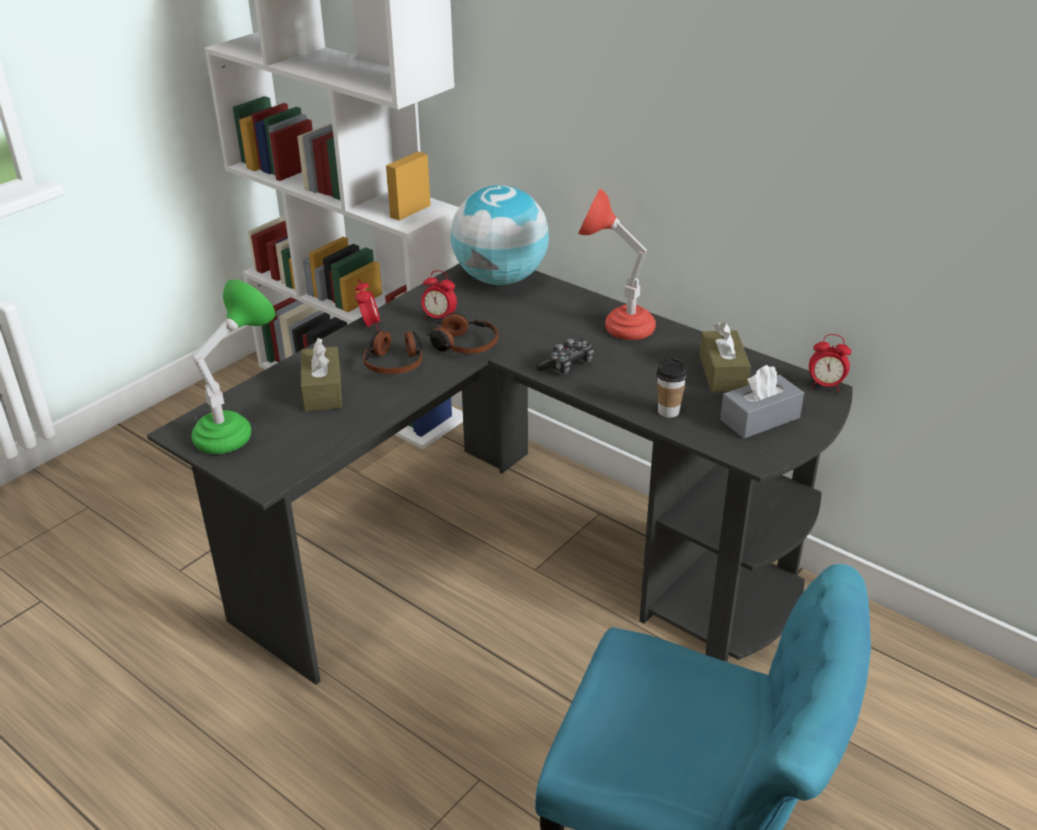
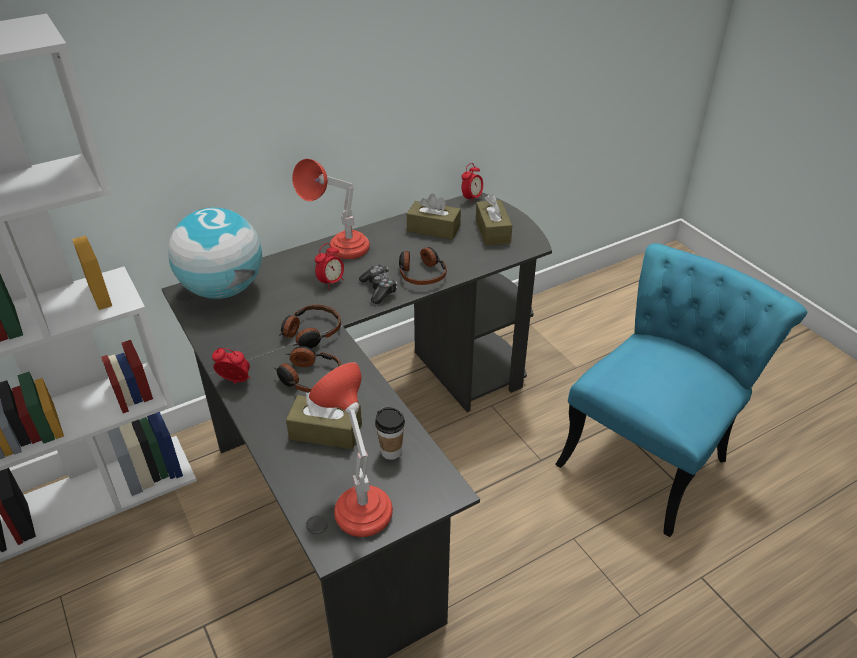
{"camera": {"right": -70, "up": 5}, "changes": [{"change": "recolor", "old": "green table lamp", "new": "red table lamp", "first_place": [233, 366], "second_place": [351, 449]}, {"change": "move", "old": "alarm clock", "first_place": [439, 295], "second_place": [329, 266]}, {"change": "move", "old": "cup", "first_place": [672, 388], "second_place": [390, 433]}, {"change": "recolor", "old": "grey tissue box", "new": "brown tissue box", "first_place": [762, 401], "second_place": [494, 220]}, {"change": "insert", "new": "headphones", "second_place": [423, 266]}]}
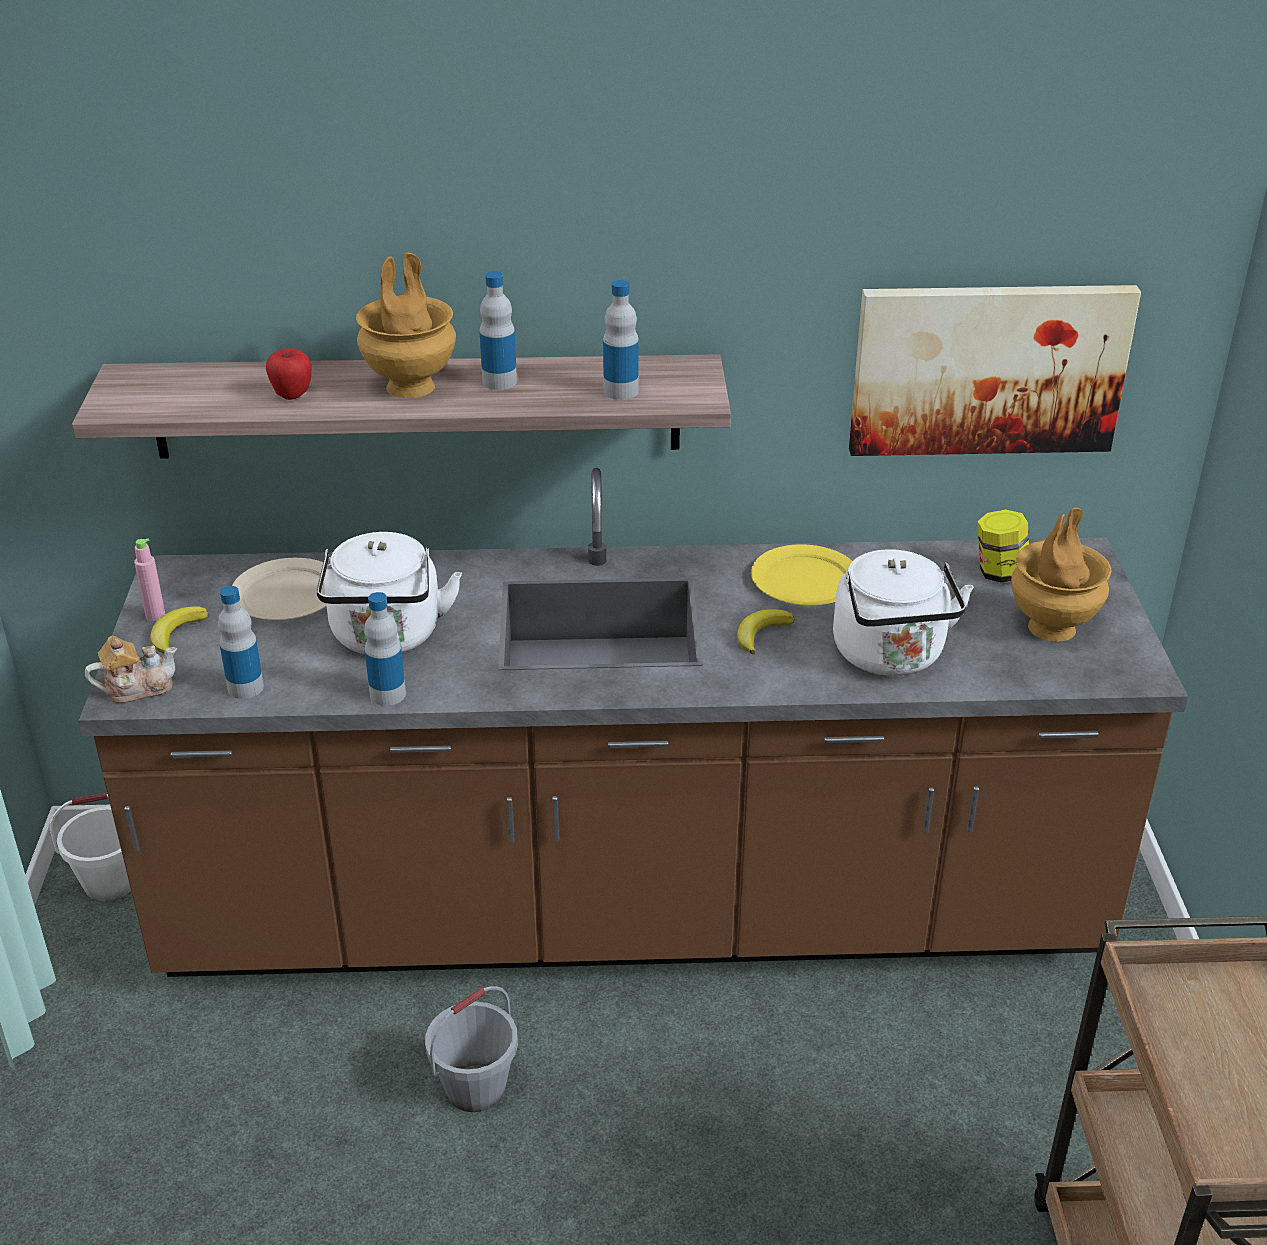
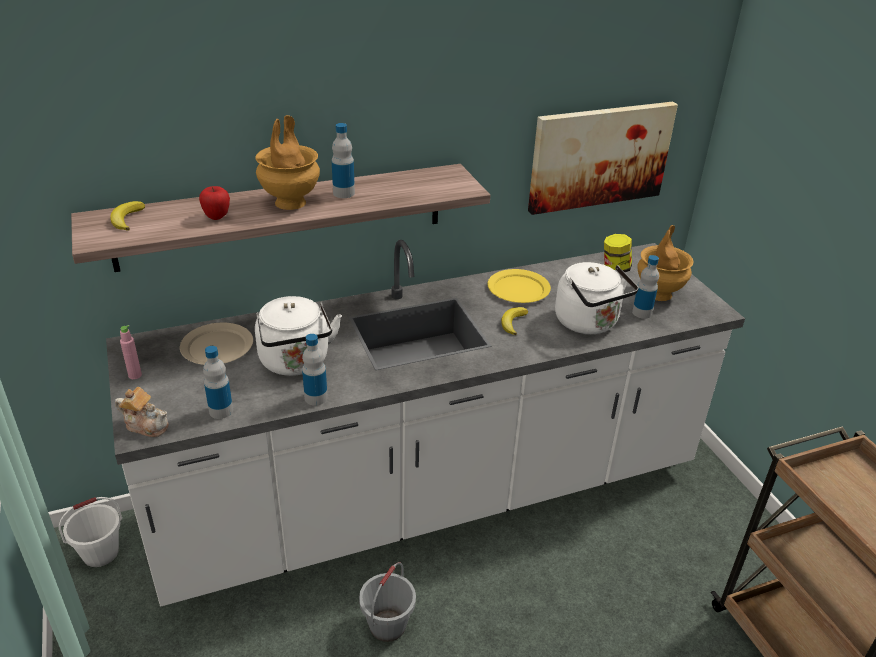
{"camera": {"right": -20, "up": 0}, "changes": [{"change": "recolor", "old": "brown counter", "new": "white counter", "first_place": [633, 722], "second_place": [425, 423]}, {"change": "rotate", "old": "teapot", "first_place": [131, 669], "second_place": [142, 412], "degrees": 60}, {"change": "move", "old": "banana", "first_place": [179, 629], "second_place": [128, 215]}, {"change": "move", "old": "bottle", "first_place": [621, 340], "second_place": [645, 287]}]}
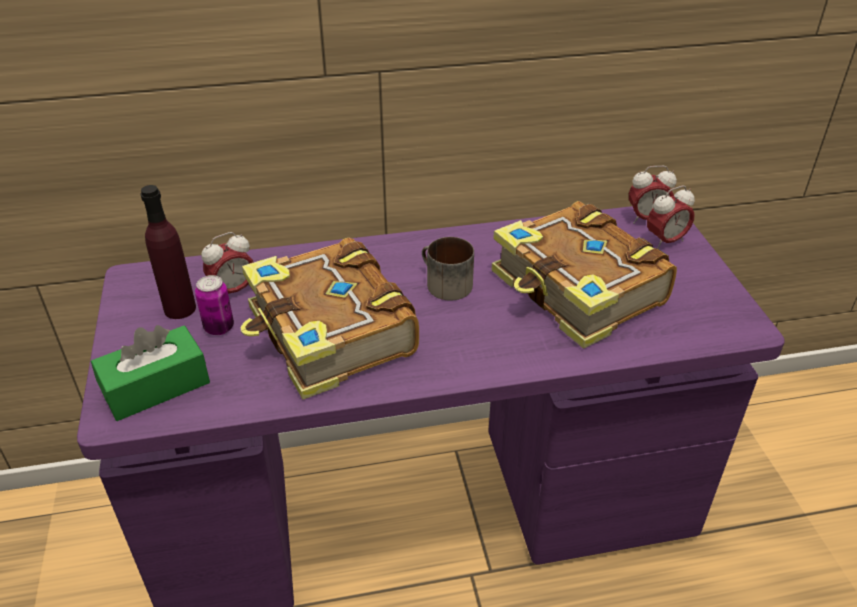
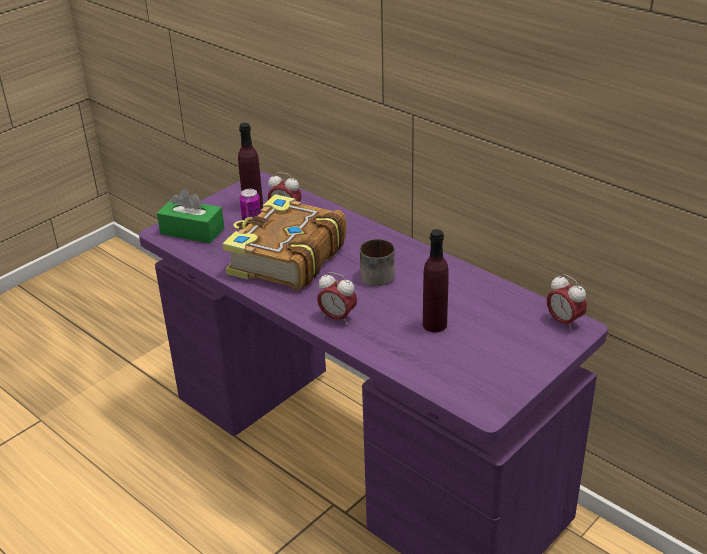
{"camera": {"right": 55, "up": -5}, "changes": [{"change": "replace", "old": "book", "new": "purple bottle", "first_place": [584, 275], "second_place": [436, 280]}, {"change": "move", "old": "alarm clock", "first_place": [671, 217], "second_place": [337, 298]}]}
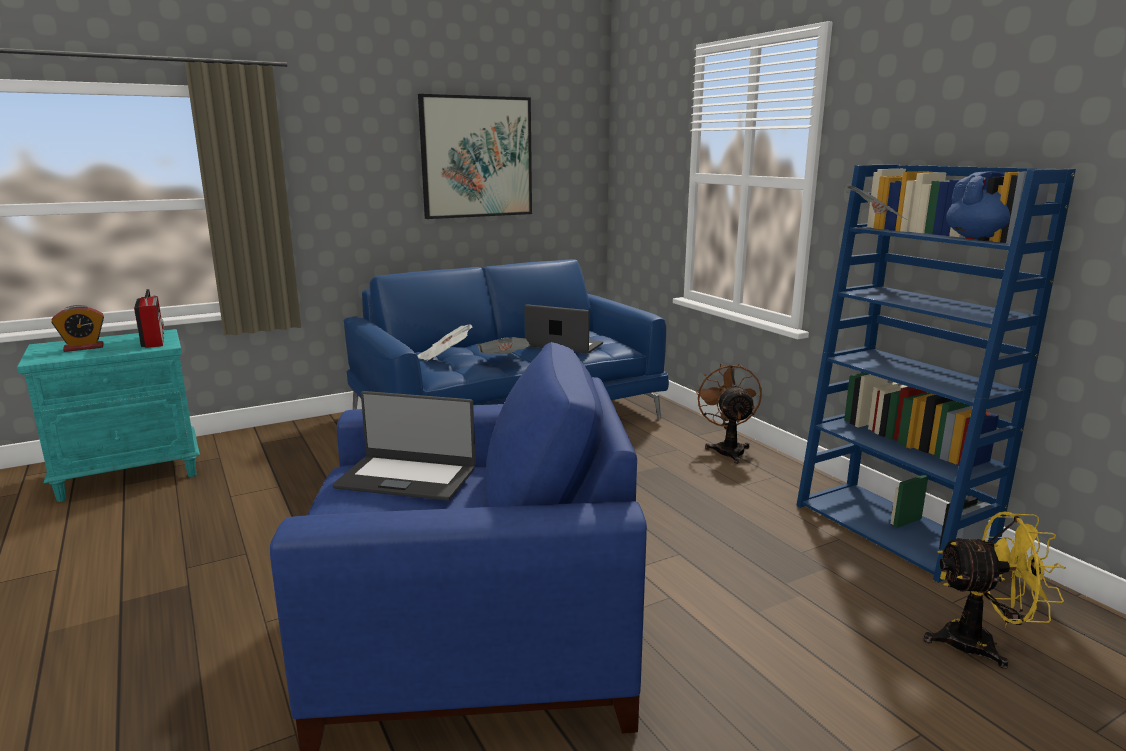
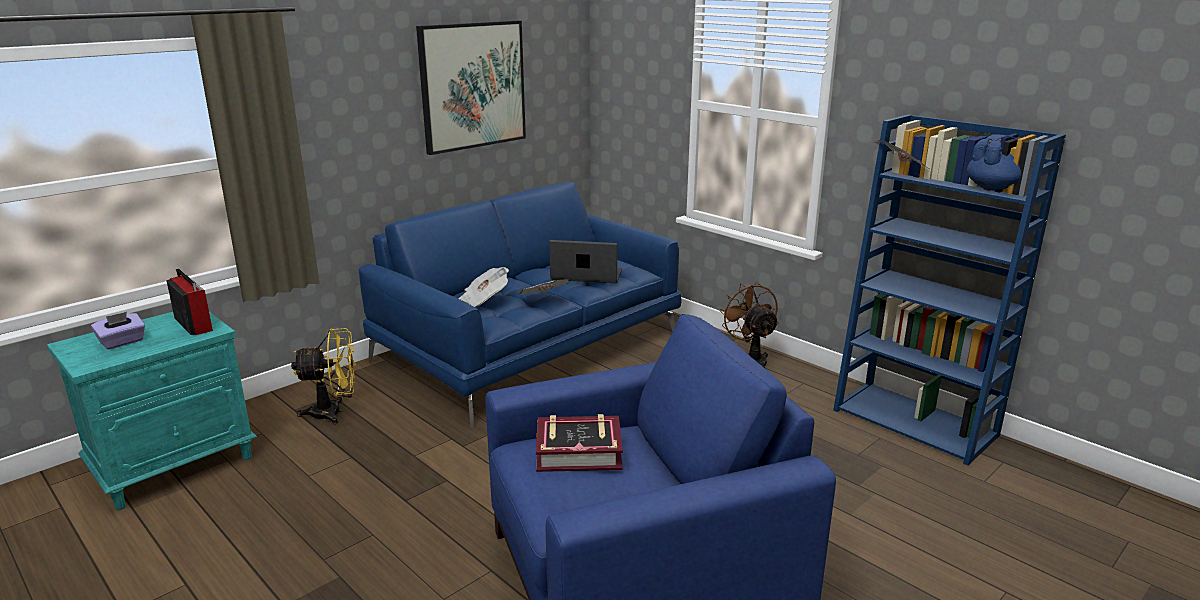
{"camera": {"right": -15, "up": 5}, "changes": [{"change": "replace", "old": "alarm clock", "new": "purple tissue box", "first_place": [77, 328], "second_place": [118, 331]}, {"change": "replace", "old": "laptop", "new": "book", "first_place": [404, 446], "second_place": [579, 443]}, {"change": "move", "old": "yellow fan", "first_place": [995, 590], "second_place": [323, 376]}]}
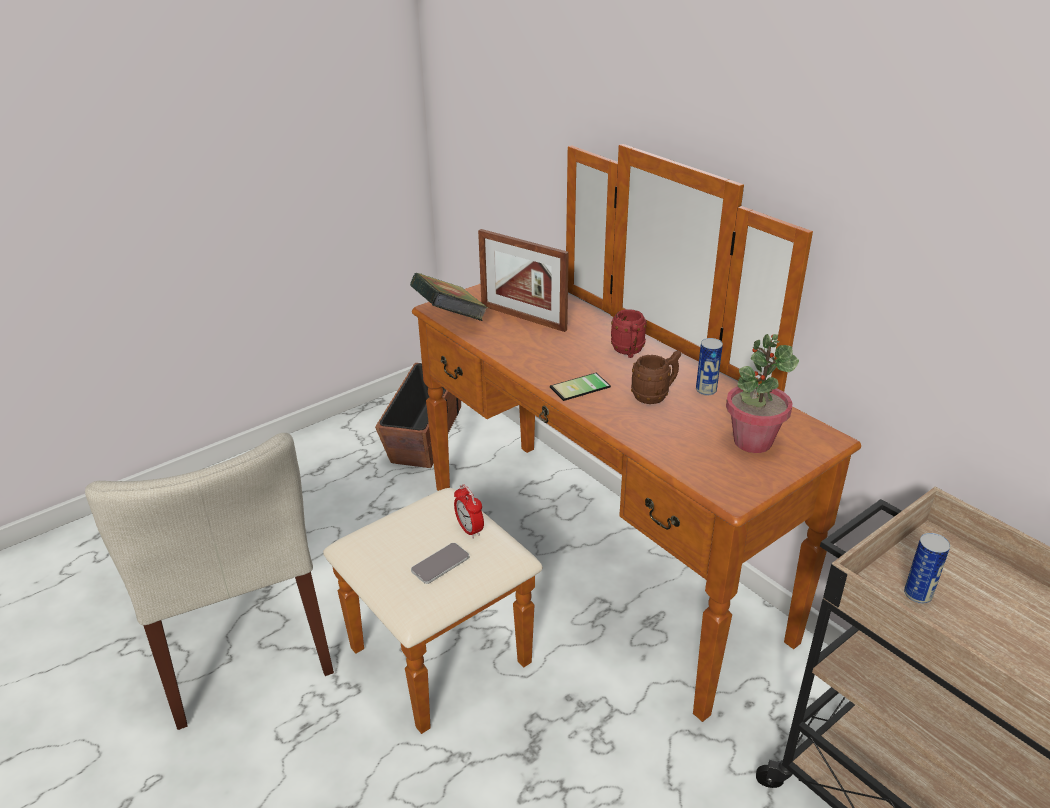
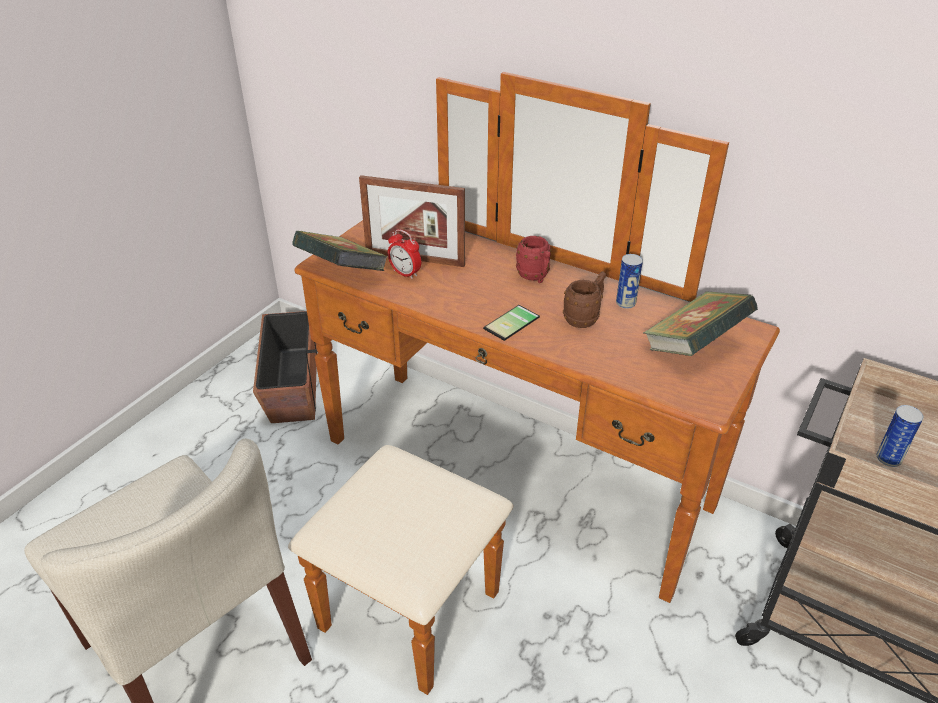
{"camera": {"right": -20, "up": 5}, "changes": [{"change": "delete", "old": "phone", "first_place": [440, 563]}, {"change": "move", "old": "alarm clock", "first_place": [469, 511], "second_place": [404, 254]}, {"change": "replace", "old": "potted plant", "new": "book", "first_place": [762, 393], "second_place": [700, 323]}]}
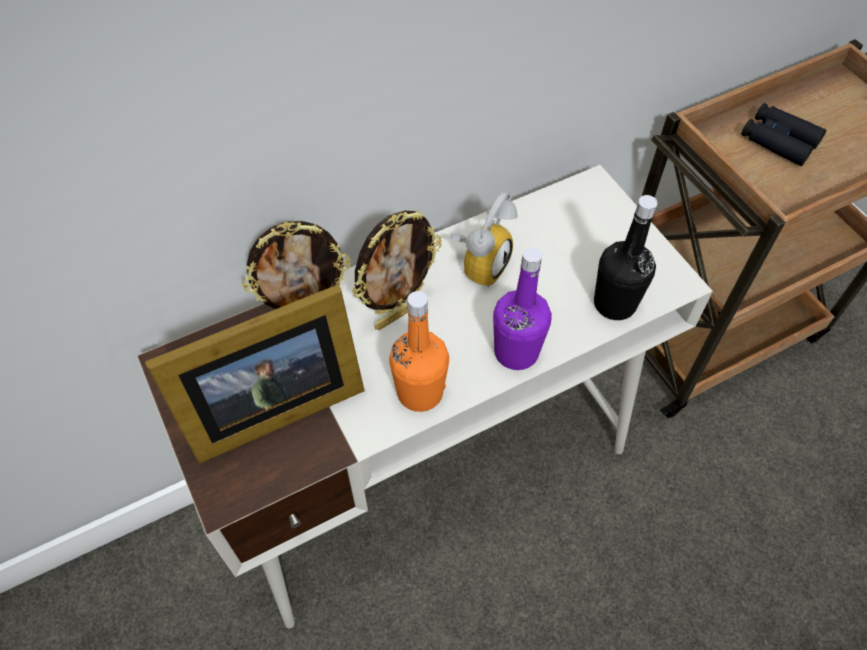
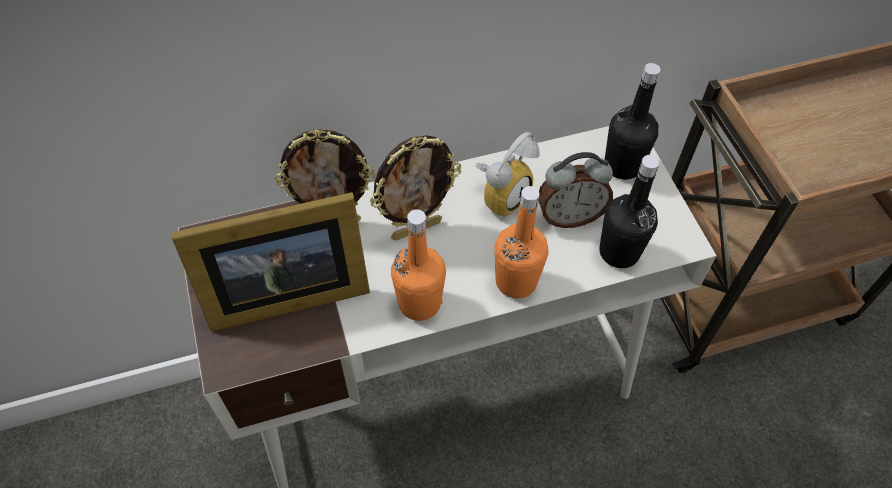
{"camera": {"right": 10, "up": 0}, "changes": [{"change": "recolor", "old": "purple bottle", "new": "orange bottle", "first_place": [522, 308], "second_place": [521, 242]}, {"change": "delete", "old": "black binoculars", "first_place": [783, 134]}, {"change": "insert", "new": "alarm clock", "second_place": [575, 190]}, {"change": "insert", "new": "black bottle", "second_place": [633, 121]}]}
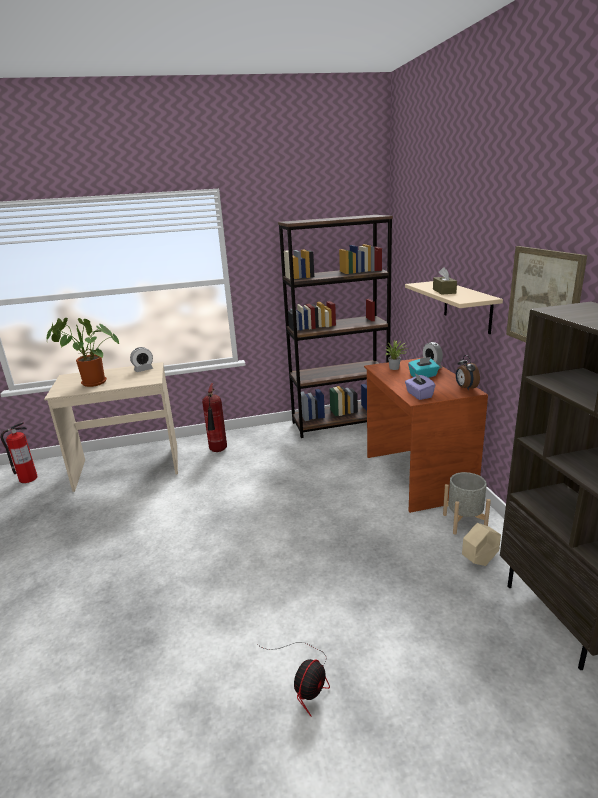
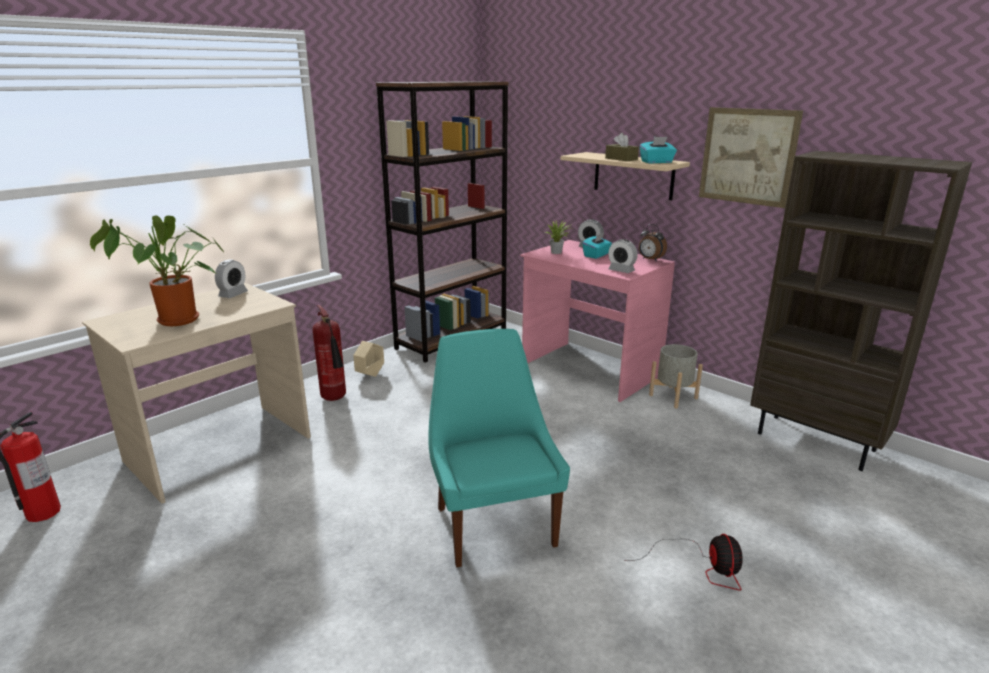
{"camera": {"right": -35, "up": 0}, "changes": [{"change": "recolor", "old": "brown desk", "new": "pink desk", "first_place": [426, 435], "second_place": [598, 321]}, {"change": "replace", "old": "purple tissue box", "new": "alarm clock", "first_place": [420, 386], "second_place": [623, 256]}, {"change": "move", "old": "beige planter", "first_place": [481, 544], "second_place": [368, 359]}, {"change": "insert", "new": "turquoise chair", "second_place": [499, 448]}, {"change": "insert", "new": "turquoise tissue box", "second_place": [658, 150]}]}
